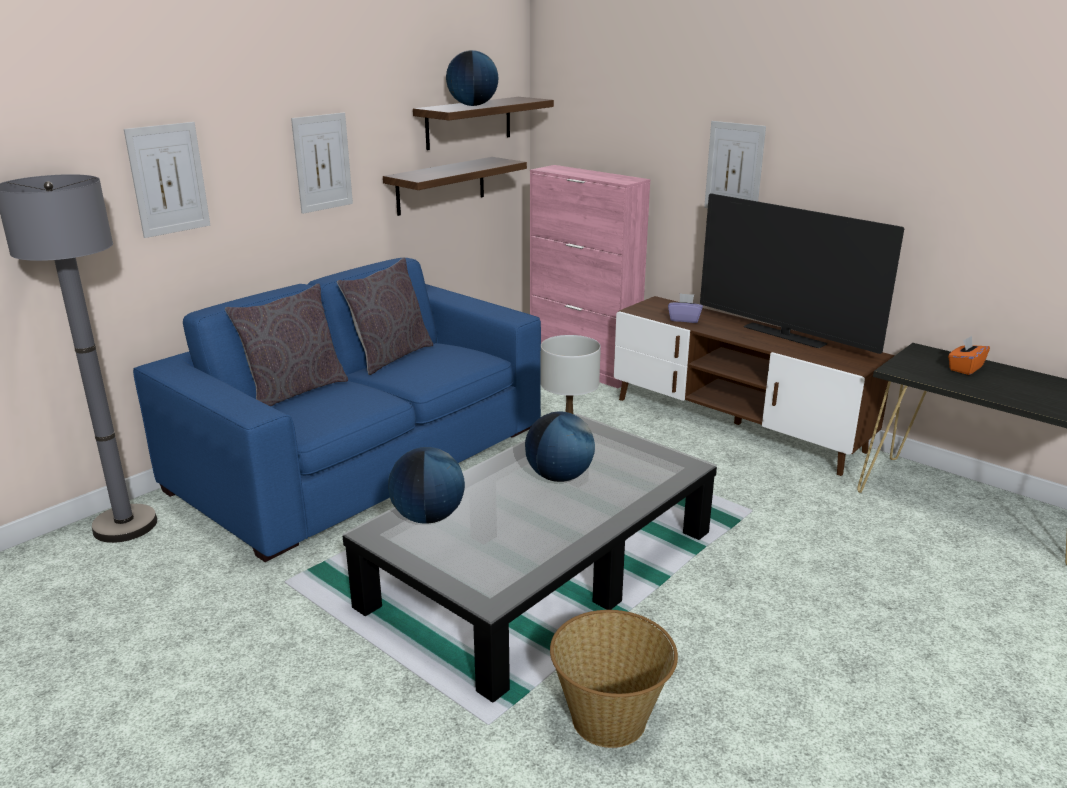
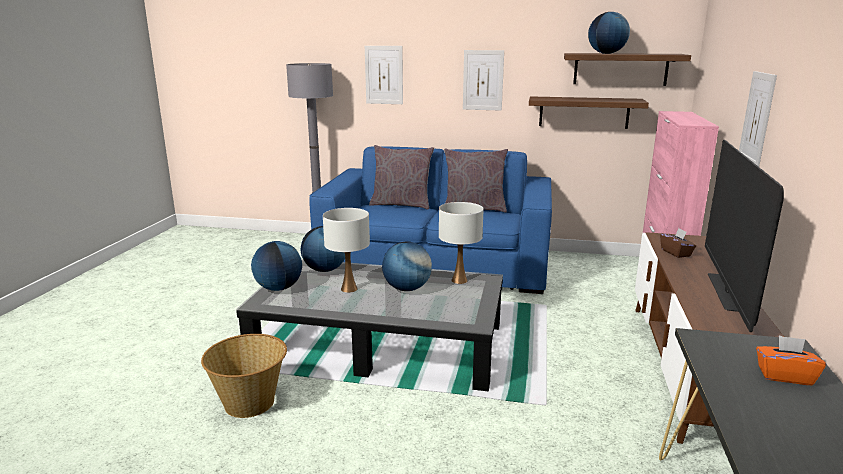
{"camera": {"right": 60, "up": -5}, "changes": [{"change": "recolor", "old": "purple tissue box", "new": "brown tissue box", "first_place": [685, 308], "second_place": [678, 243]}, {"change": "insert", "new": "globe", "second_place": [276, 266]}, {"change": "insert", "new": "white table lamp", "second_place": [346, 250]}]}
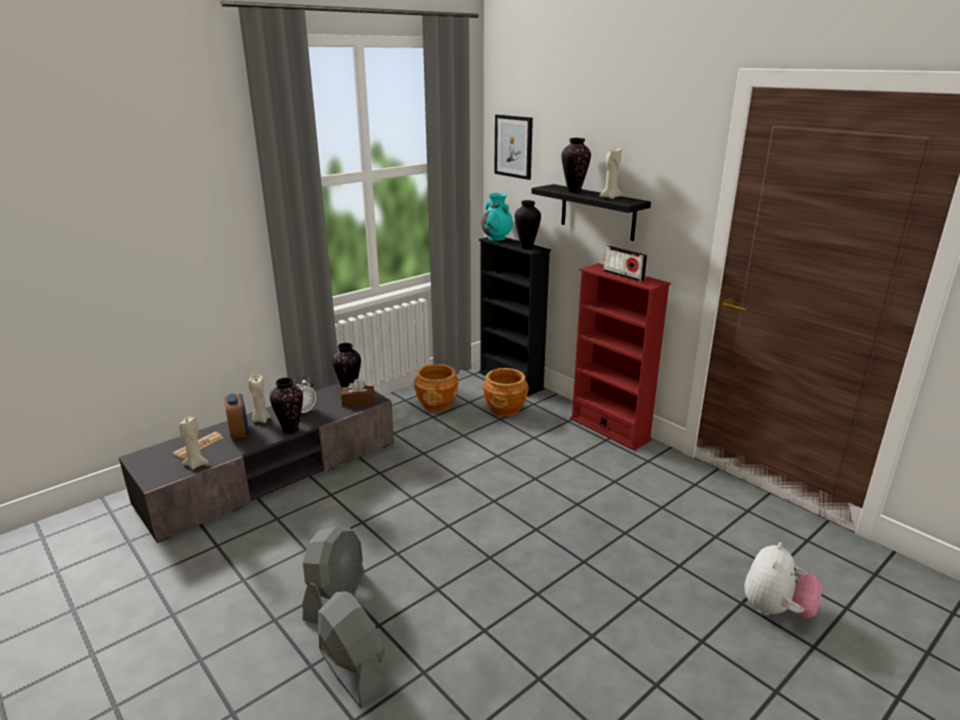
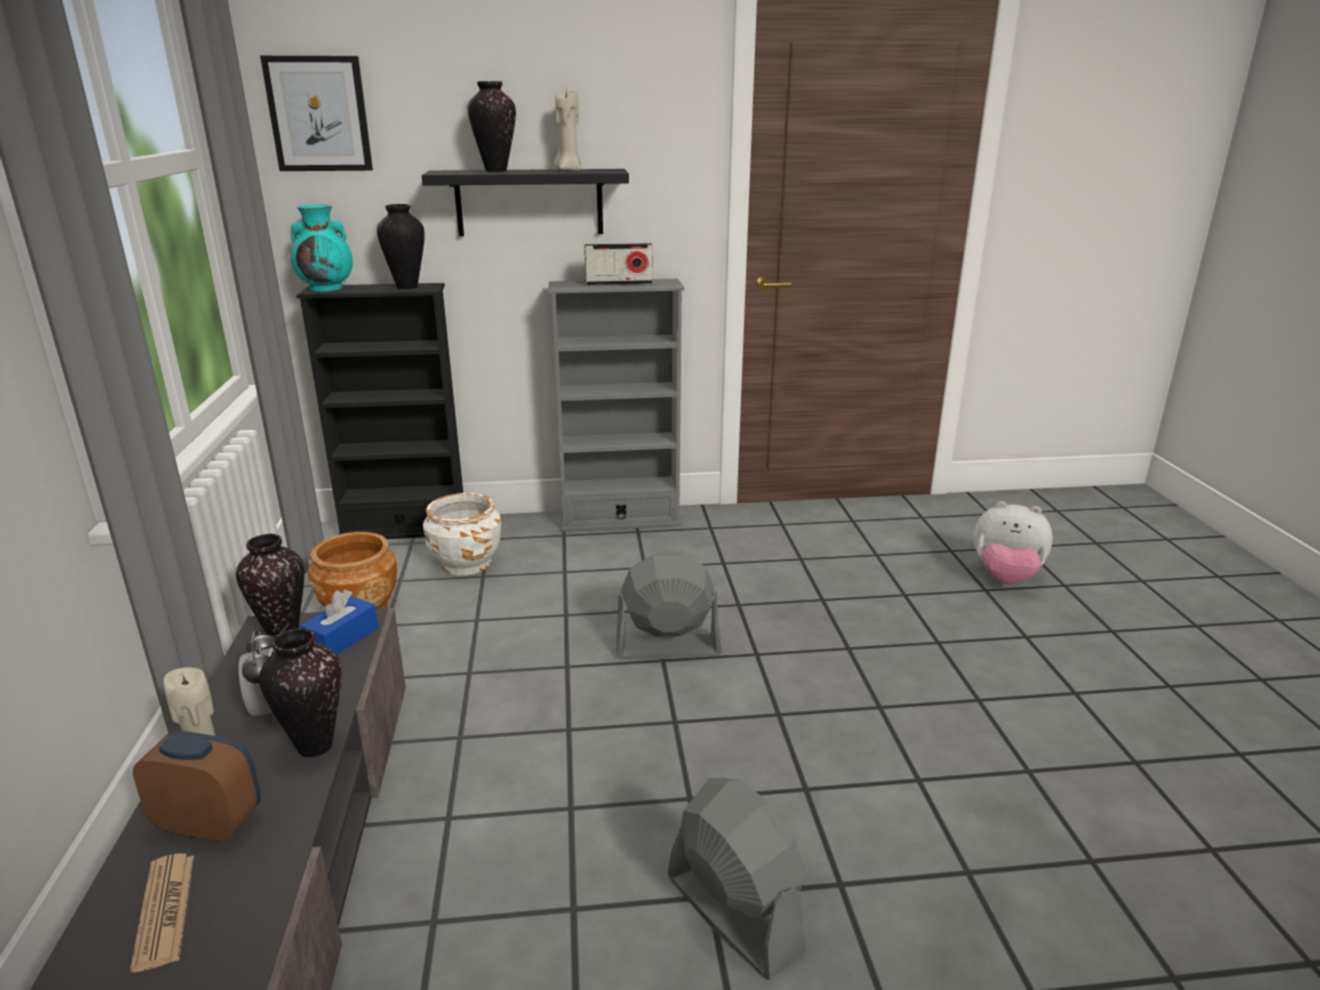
{"camera": {"right": -55, "up": 0}, "changes": [{"change": "delete", "old": "beige candle", "first_place": [194, 443]}, {"change": "move", "old": "grey fan", "first_place": [353, 649], "second_place": [669, 606]}, {"change": "recolor", "old": "brown tissue box", "new": "blue tissue box", "first_place": [358, 392], "second_place": [339, 622]}, {"change": "recolor", "old": "brown planter", "new": "white planter", "first_place": [506, 392], "second_place": [462, 534]}, {"change": "recolor", "old": "red bookcase", "new": "grey bookcase", "first_place": [620, 356], "second_place": [617, 405]}, {"change": "rotate", "old": "plush toy", "first_place": [783, 580], "second_place": [1013, 543], "degrees": 135}]}
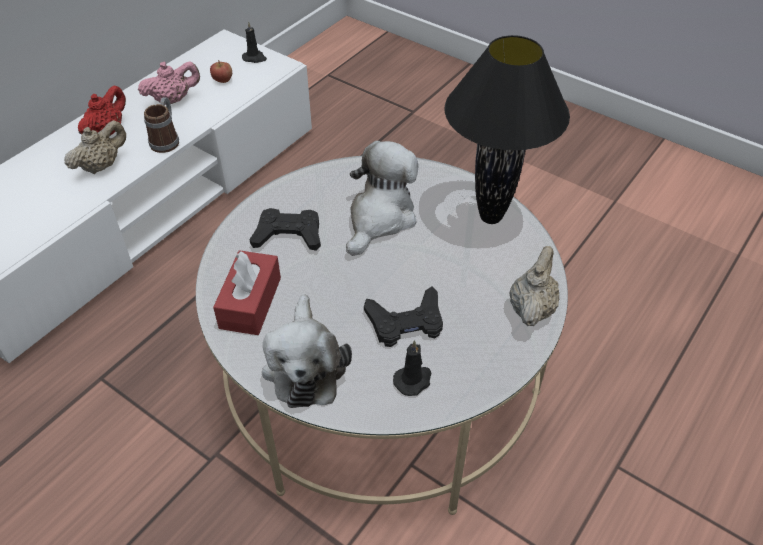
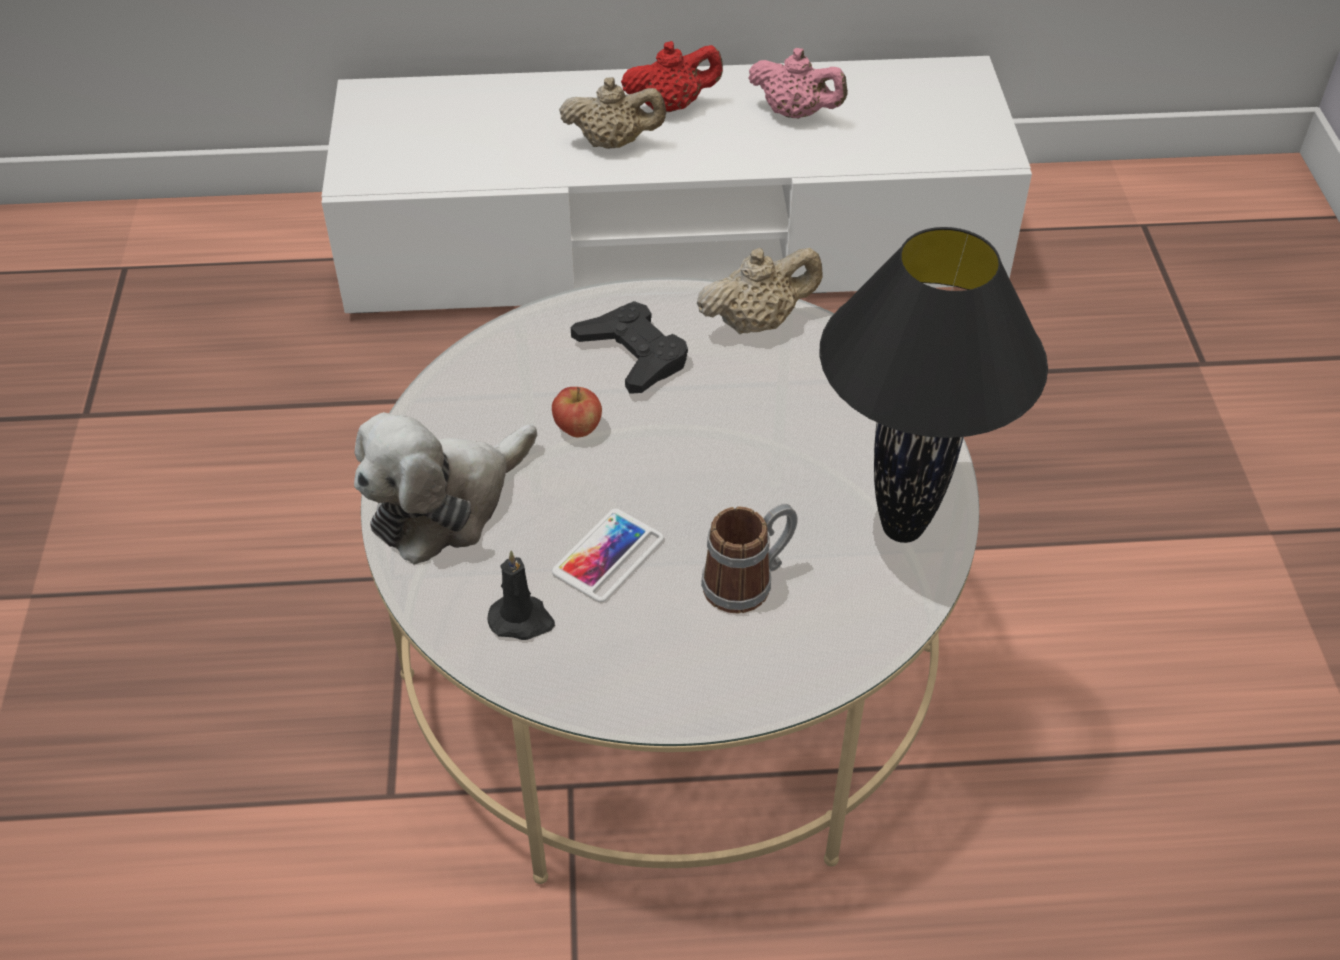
{"camera": {"right": 50, "up": 0}, "changes": [{"change": "move", "old": "mug", "first_place": [161, 125], "second_place": [749, 559]}, {"change": "move", "old": "apple", "first_place": [221, 71], "second_place": [577, 412]}, {"change": "delete", "old": "red tissue box", "first_place": [247, 292]}, {"change": "delete", "old": "black candle", "first_place": [254, 42]}, {"change": "delete", "old": "plush toy", "first_place": [382, 198]}, {"change": "replace", "old": "black game controller", "new": "phone", "first_place": [403, 317], "second_place": [608, 555]}, {"change": "move", "old": "beige teapot", "first_place": [534, 286], "second_place": [760, 291]}]}
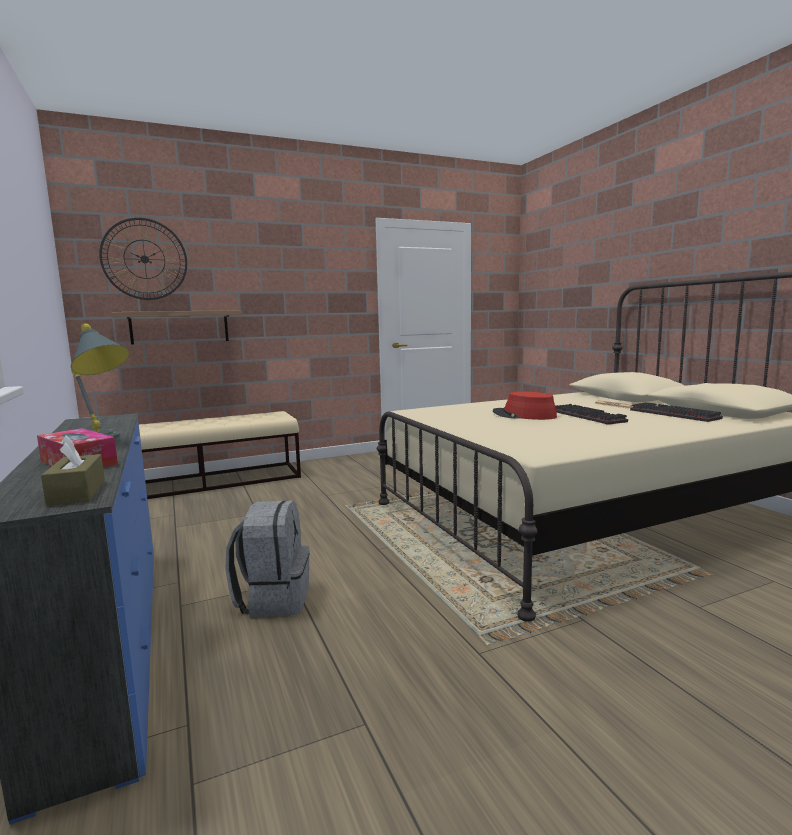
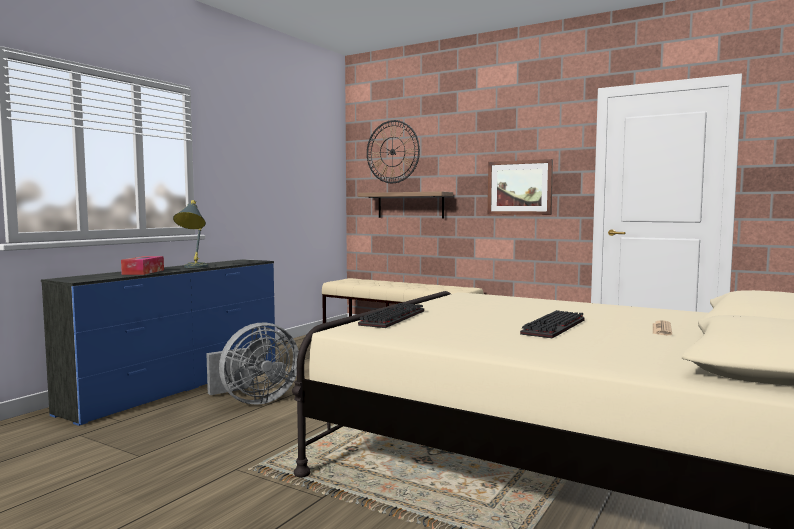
{"camera": {"right": 55, "up": -5}, "changes": [{"change": "delete", "old": "brown tissue box", "first_place": [73, 471]}, {"change": "replace", "old": "grey backpack", "new": "grey fan", "first_place": [267, 558], "second_place": [252, 364]}, {"change": "delete", "old": "red hat", "first_place": [525, 405]}, {"change": "move", "old": "keyboard", "first_place": [676, 412], "second_place": [391, 315]}, {"change": "insert", "new": "picture", "second_place": [520, 187]}]}
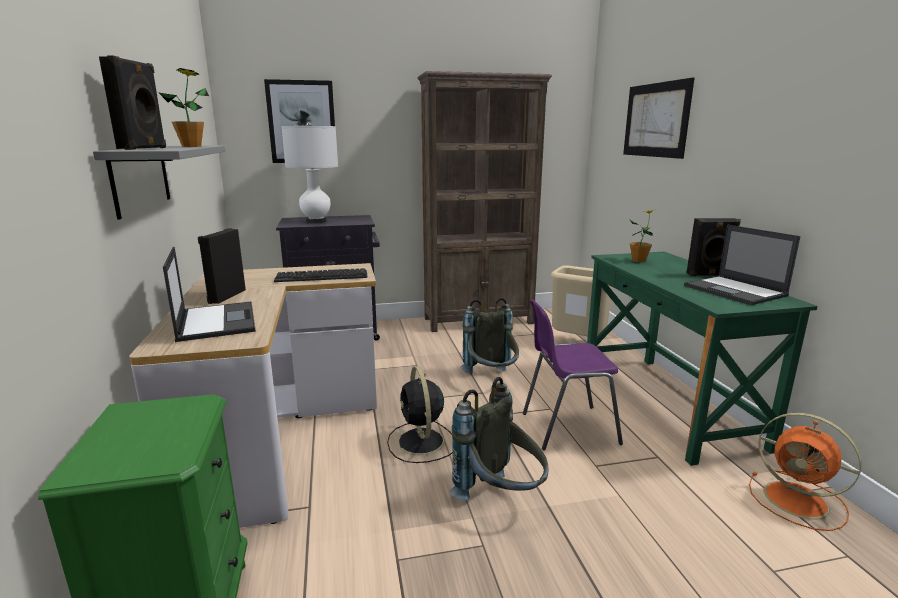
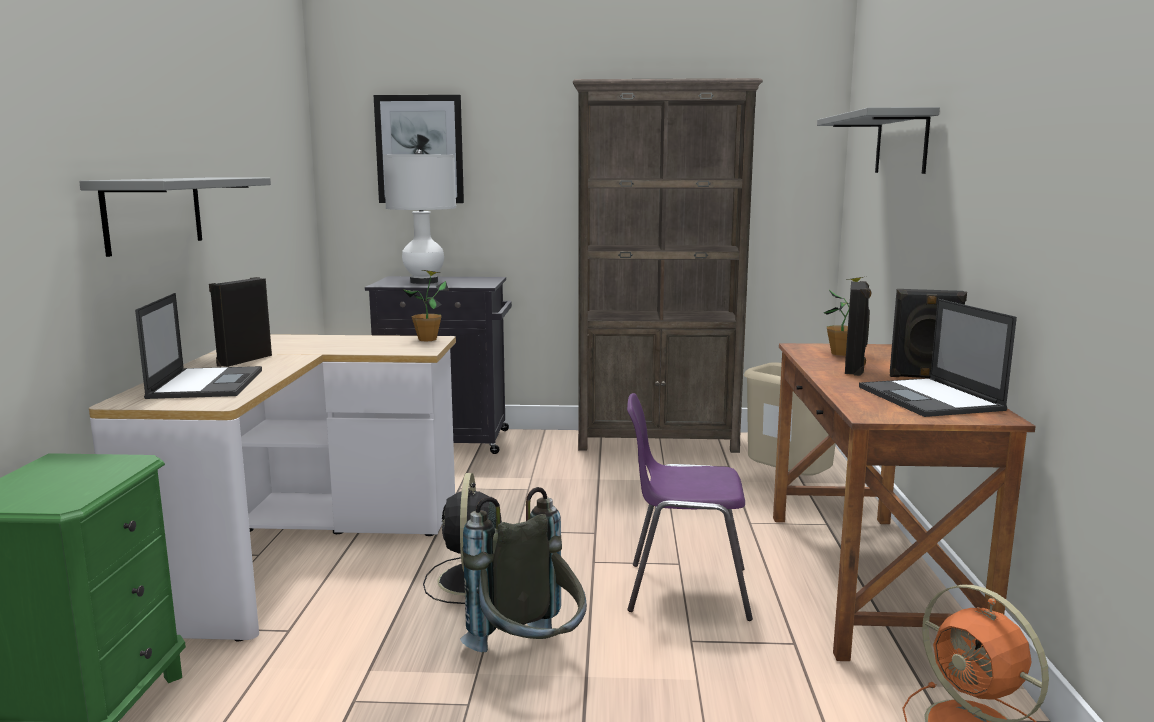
{"camera": {"right": 15, "up": -5}, "changes": [{"change": "move", "old": "black speaker", "first_place": [132, 102], "second_place": [858, 328]}, {"change": "move", "old": "potted plant", "first_place": [183, 107], "second_place": [425, 305]}, {"change": "delete", "old": "keyboard", "first_place": [320, 275]}, {"change": "delete", "old": "grey backpack", "first_place": [489, 336]}, {"change": "recolor", "old": "green desk", "new": "brown desk", "first_place": [702, 359], "second_place": [904, 502]}, {"change": "replace", "old": "picture", "new": "grey shelf", "first_place": [658, 118], "second_place": [878, 140]}]}
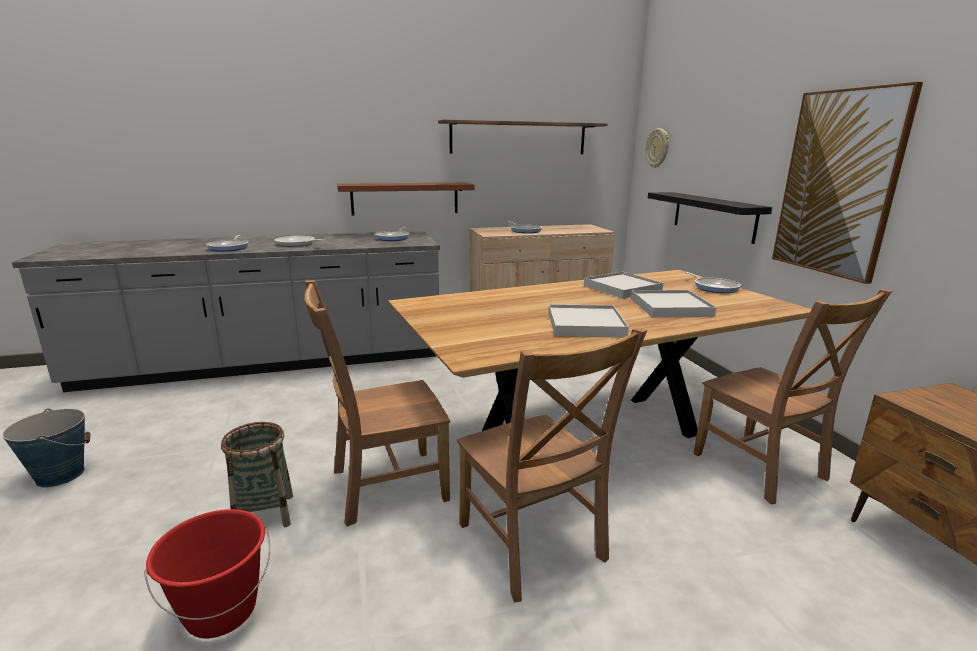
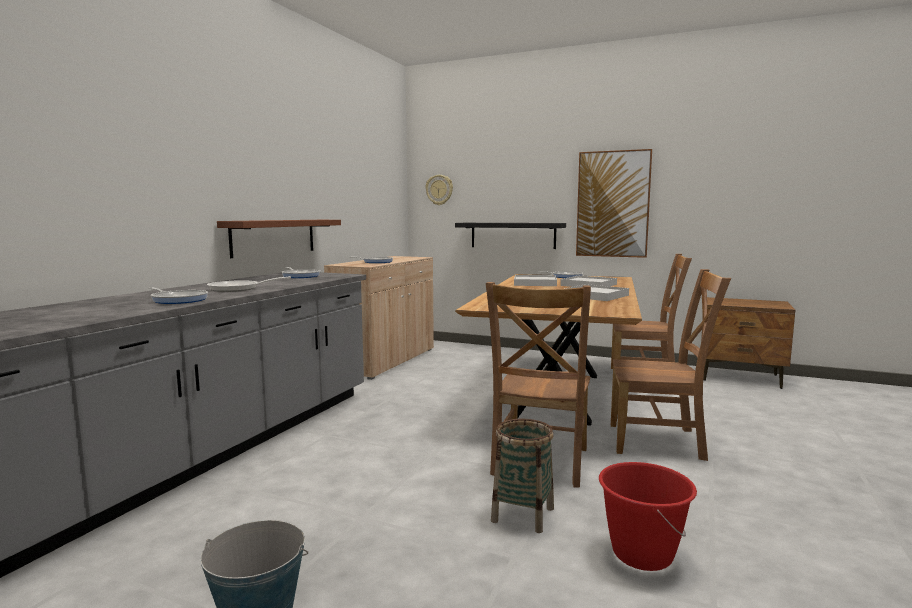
{"camera": {"right": -50, "up": -10}, "changes": [{"change": "delete", "old": "shelf", "first_place": [523, 136]}]}
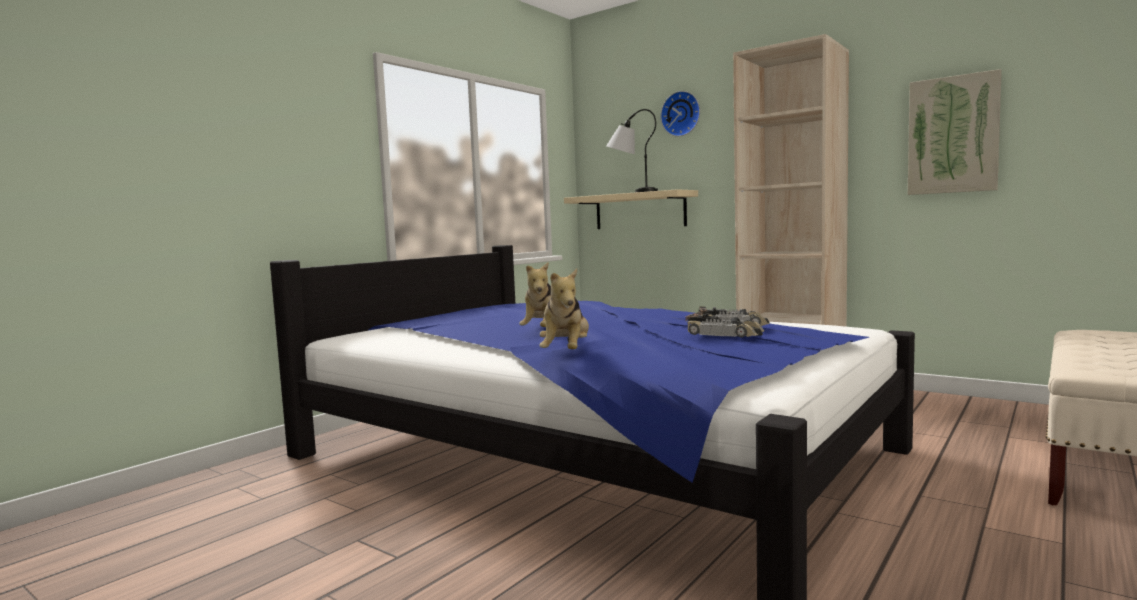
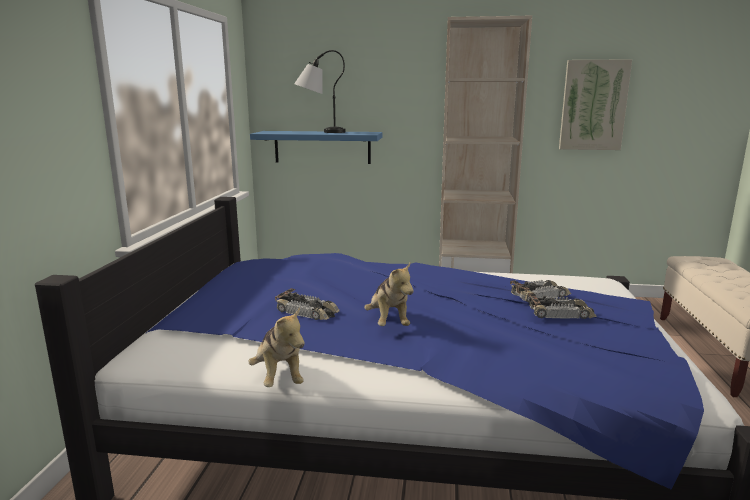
{"camera": {"right": -30, "up": 10}, "changes": [{"change": "move", "old": "plush toy", "first_place": [564, 309], "second_place": [276, 347]}, {"change": "recolor", "old": "beige shelf", "new": "blue shelf", "first_place": [631, 209], "second_place": [316, 147]}, {"change": "delete", "old": "wall clock", "first_place": [680, 114]}, {"change": "insert", "new": "toy car", "second_place": [307, 304]}]}
